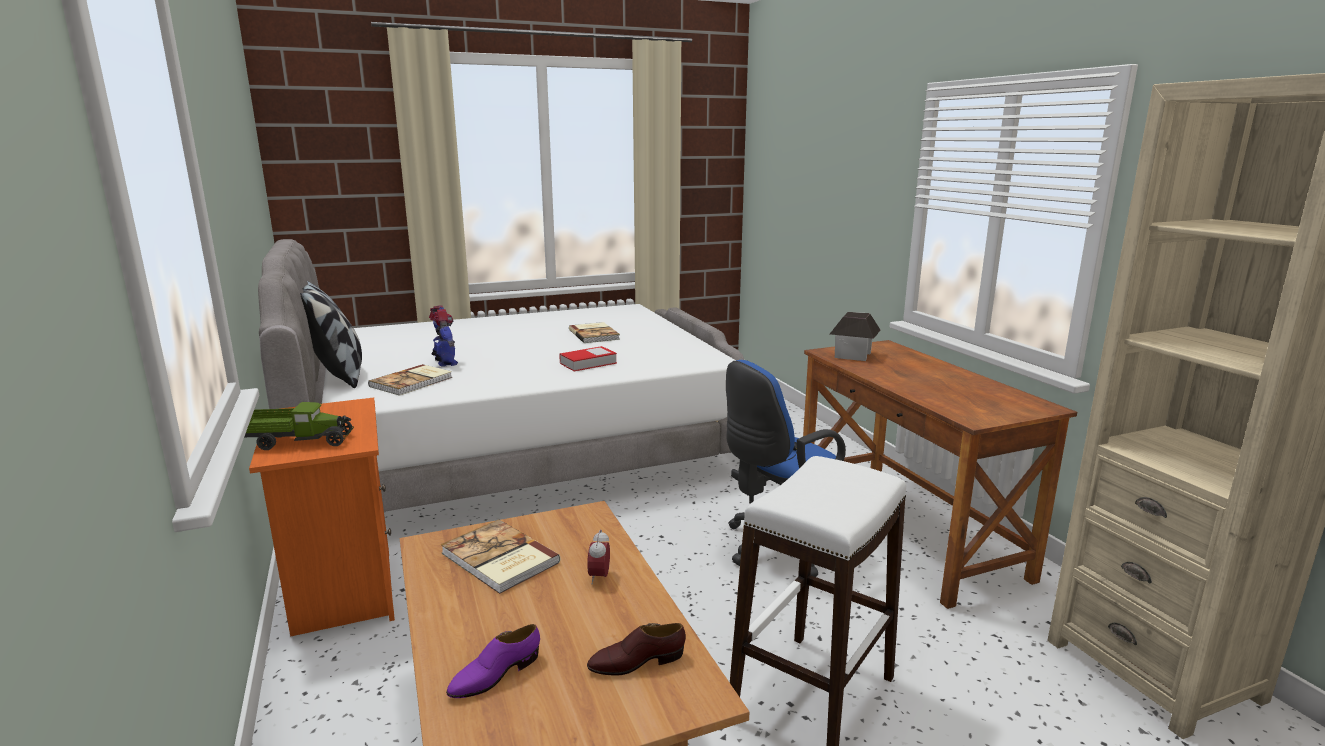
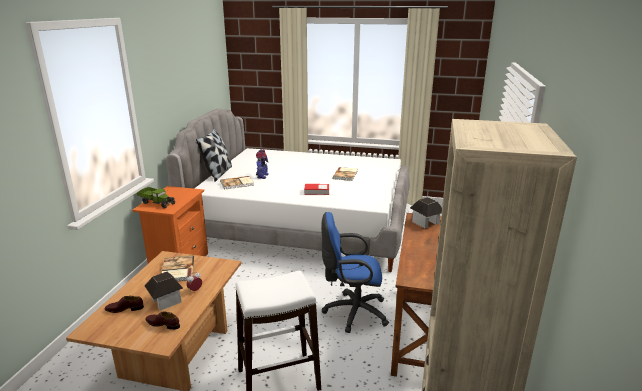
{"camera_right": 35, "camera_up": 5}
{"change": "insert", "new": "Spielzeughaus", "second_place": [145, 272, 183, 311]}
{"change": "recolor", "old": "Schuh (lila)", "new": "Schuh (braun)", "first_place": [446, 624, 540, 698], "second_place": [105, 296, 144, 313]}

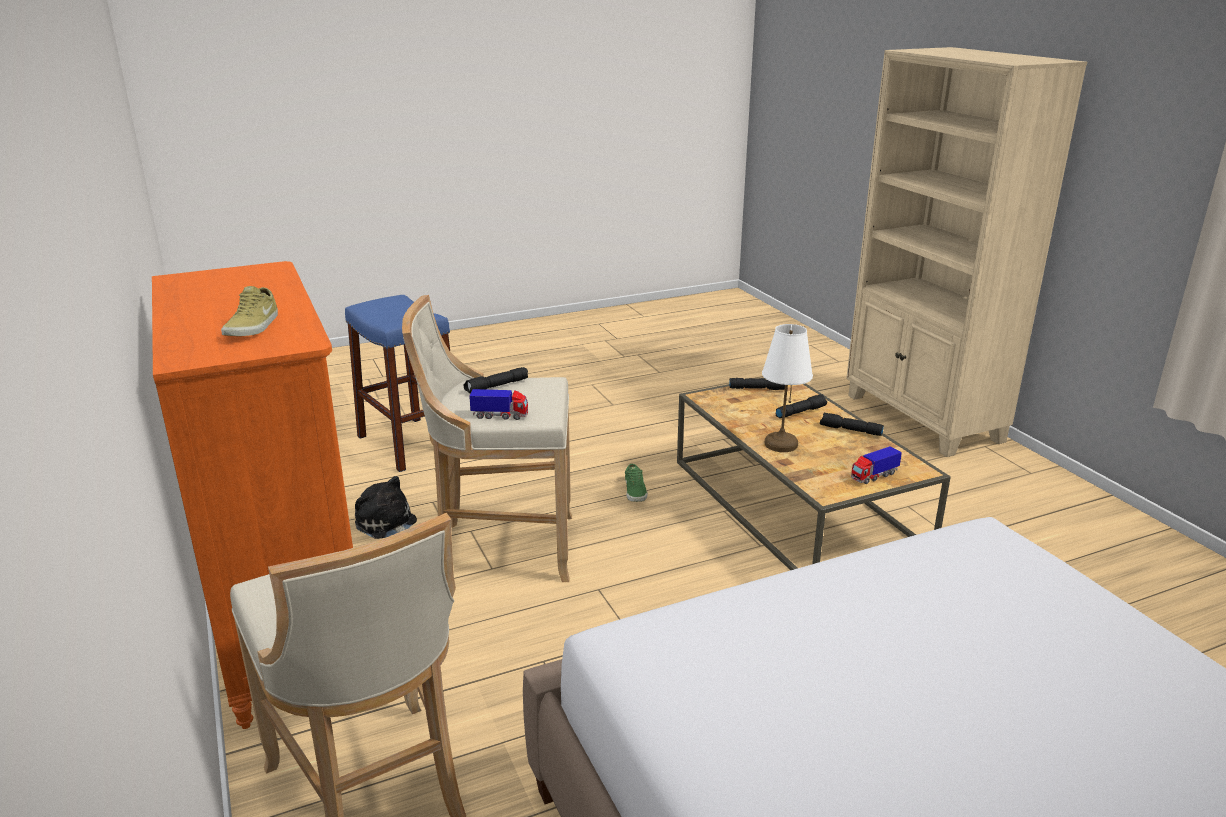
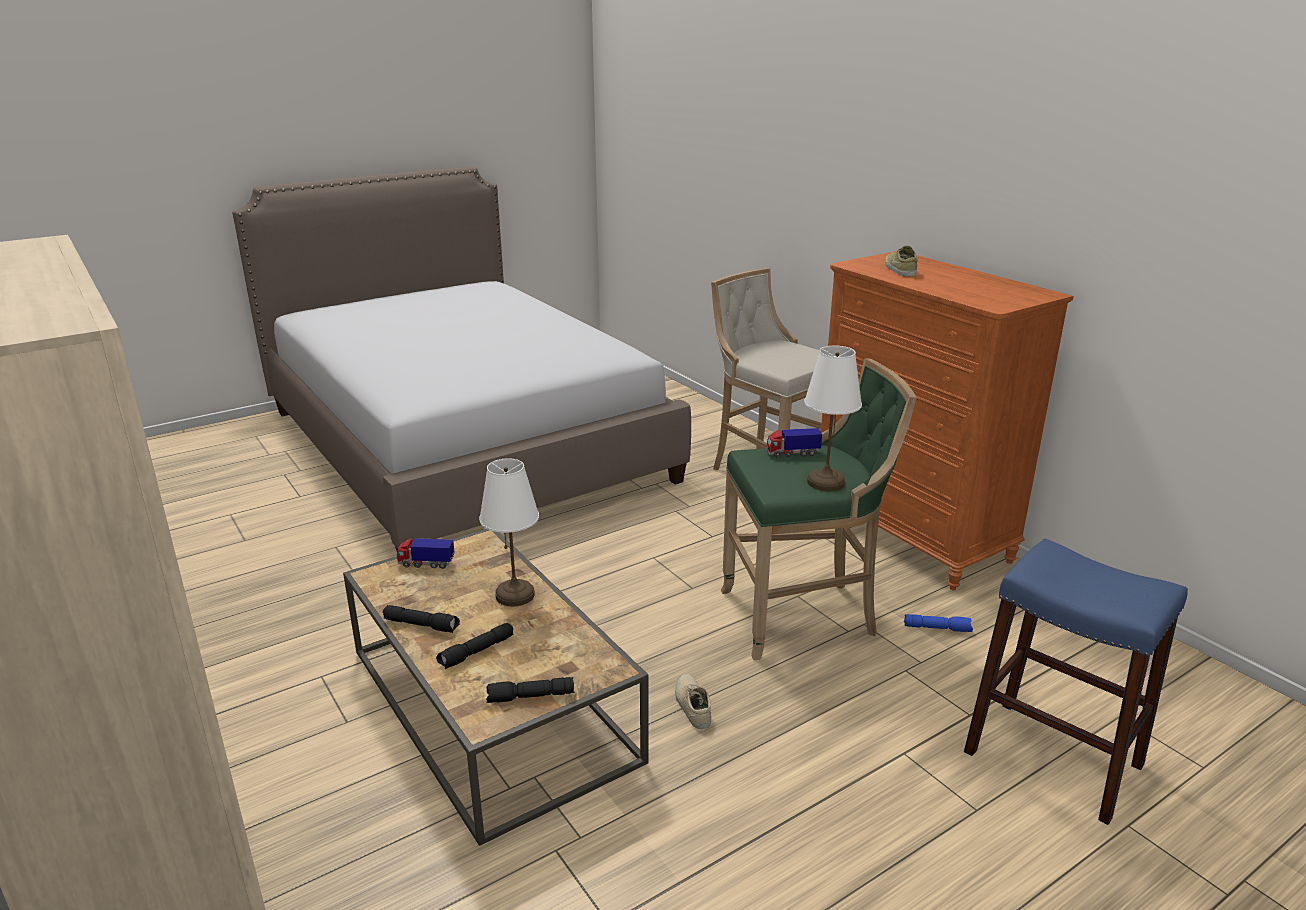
{"camera_right": 170, "camera_up": 0}
{"change": "replace", "old": "Plüschtier", "new": "Taschenlampe (blau)", "first_place": [355, 476, 417, 539], "second_place": [904, 614, 973, 632]}
{"change": "replace", "old": "Taschenlampe (schwarz)", "new": "Tischlampe (weiß)", "first_place": [464, 367, 528, 394], "second_place": [804, 346, 862, 491]}
{"change": "recolor", "old": "Hocker (beige)", "new": "Hocker (grün)", "first_place": [402, 295, 572, 582], "second_place": [721, 358, 917, 660]}
{"change": "recolor", "old": "Schuh (grün)", "new": "Schuh (beige)", "first_place": [625, 464, 648, 502], "second_place": [675, 674, 711, 729]}
{"change": "rotate", "old": "Spielzeuglaster", "first_place": [851, 446, 902, 484], "second_place": [397, 538, 455, 569], "degrees": -135}

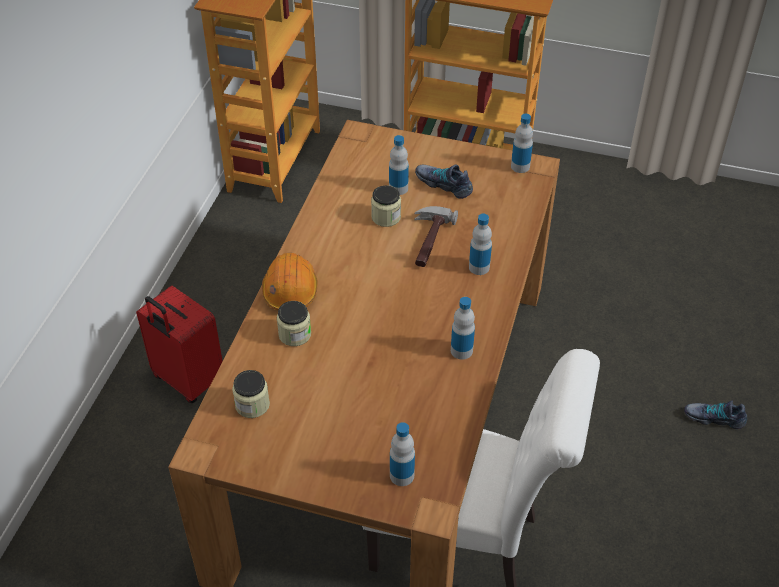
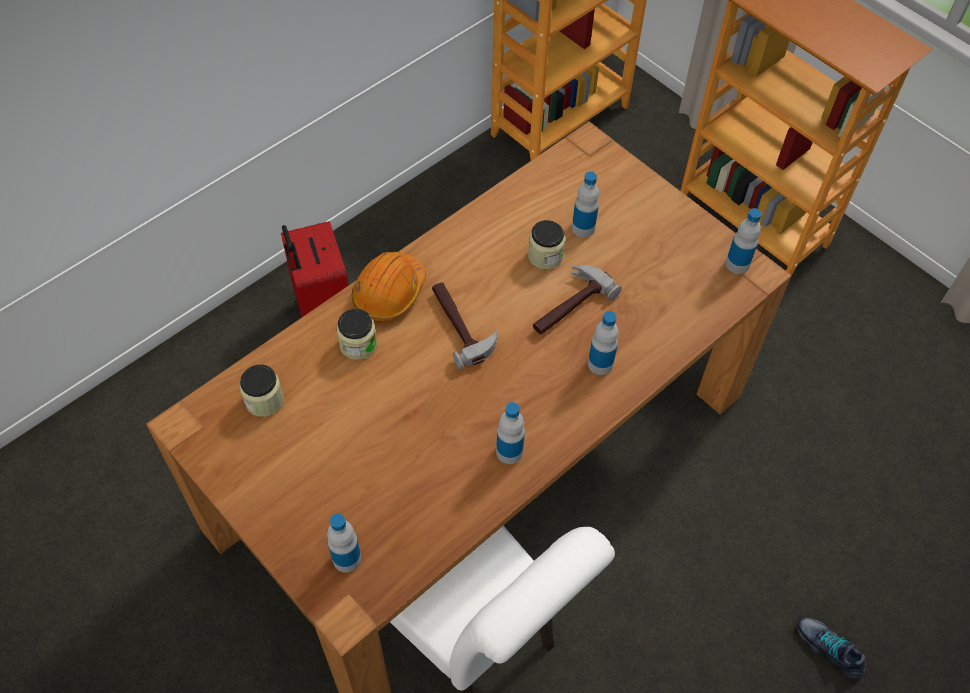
{"camera_right": 30, "camera_up": 10}
{"change": "delete", "old": "Schuh", "first_place": [415, 164, 473, 199]}
{"change": "insert", "new": "Hammer", "second_place": [432, 282, 498, 370]}

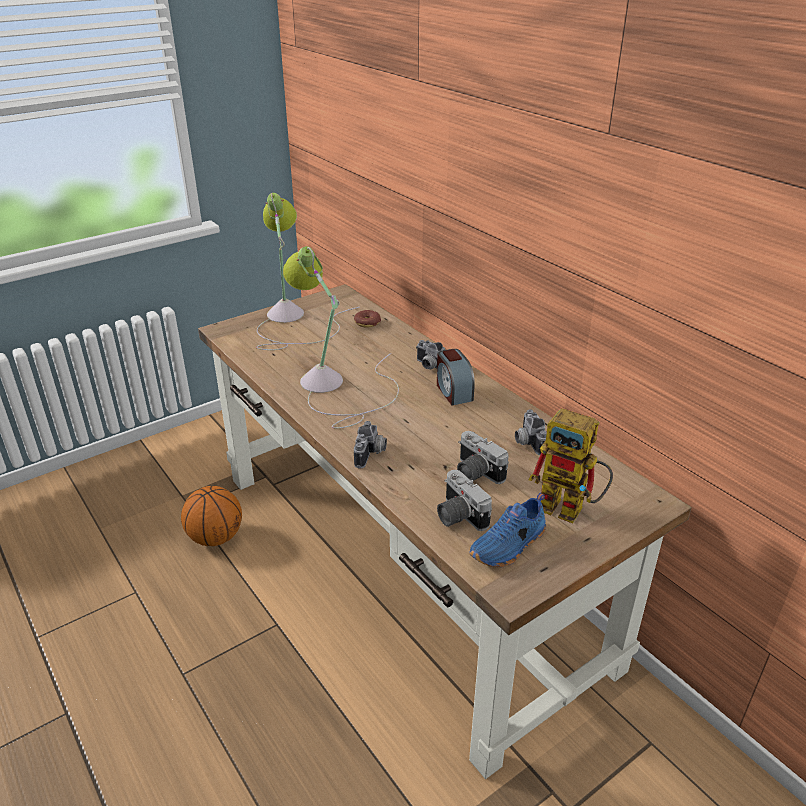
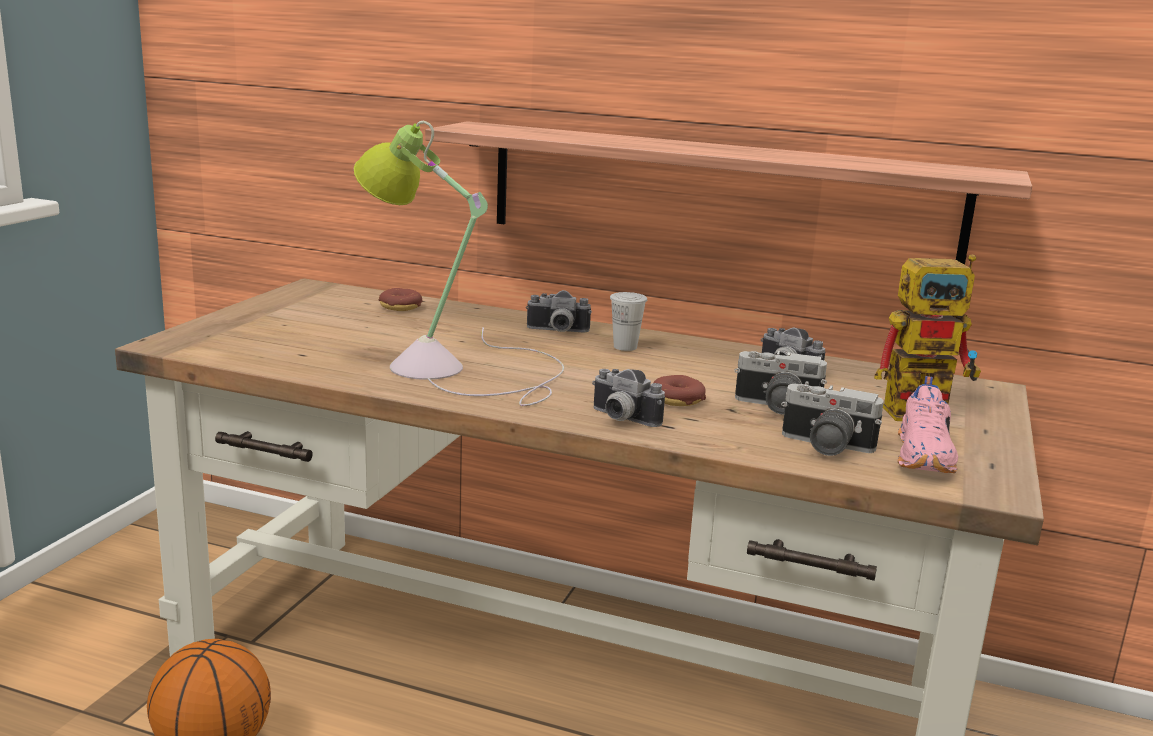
{"camera_right": -35, "camera_up": -15}
{"change": "delete", "old": "Tischlampe", "first_place": [256, 193, 360, 350]}
{"change": "insert", "new": "Wandregal", "second_place": [425, 121, 1032, 265]}
{"change": "insert", "new": "Donut", "second_place": [653, 375, 706, 406]}
{"change": "replace", "old": "Wecker", "new": "Tasse (weiß)", "first_place": [437, 349, 475, 405], "second_place": [610, 292, 647, 351]}
{"change": "recolor", "old": "Schuh (blau)", "new": "Schuh (rosa)", "first_place": [469, 493, 546, 567], "second_place": [897, 376, 958, 473]}
{"change": "rotate", "old": "Kamera", "first_place": [354, 421, 387, 468], "second_place": [592, 369, 665, 427], "degrees": 150}

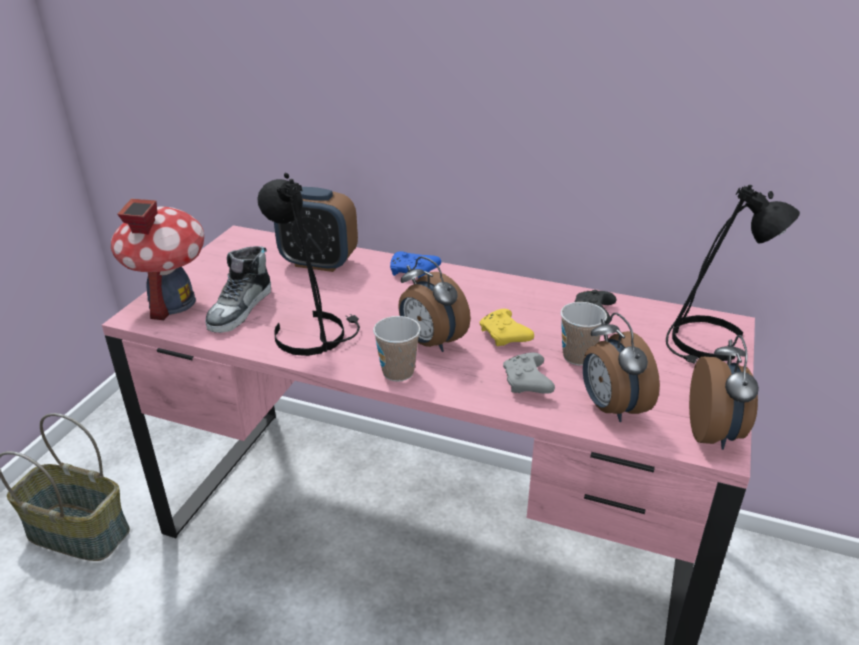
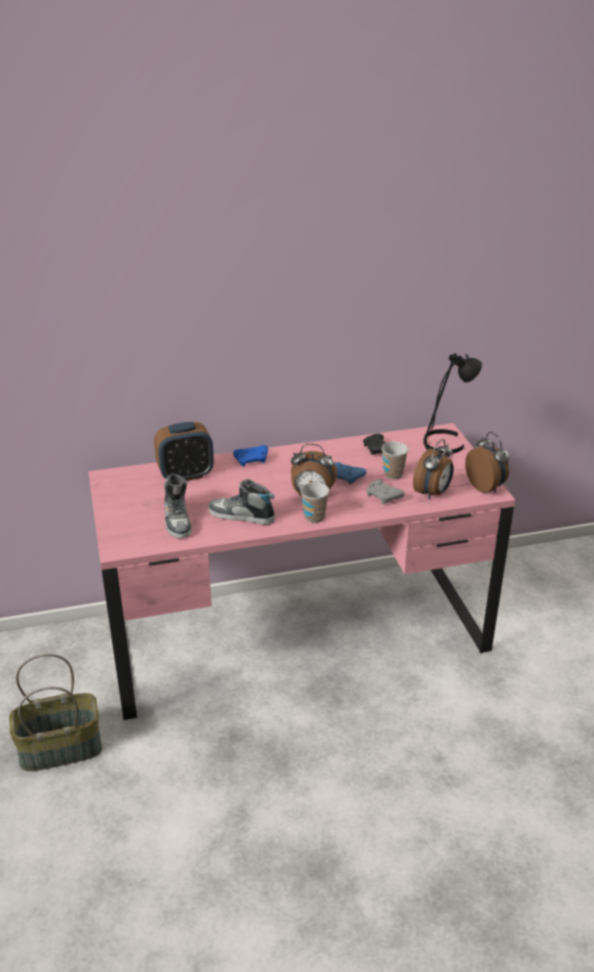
{"camera_right": -35, "camera_up": 0}
{"change": "delete", "old": "Spielzeughaus", "first_place": [111, 199, 204, 320]}
{"change": "replace", "old": "Tischlampe (schwarz)", "new": "Schuh", "first_place": [257, 173, 360, 356], "second_place": [208, 479, 275, 525]}
{"change": "recolor", "old": "Gamepad (gelb)", "new": "Gamepad (blau)", "first_place": [480, 309, 534, 346], "second_place": [335, 462, 367, 484]}
{"change": "rotate", "old": "Wecker", "first_place": [583, 313, 660, 422], "second_place": [413, 439, 454, 500], "degrees": -90}

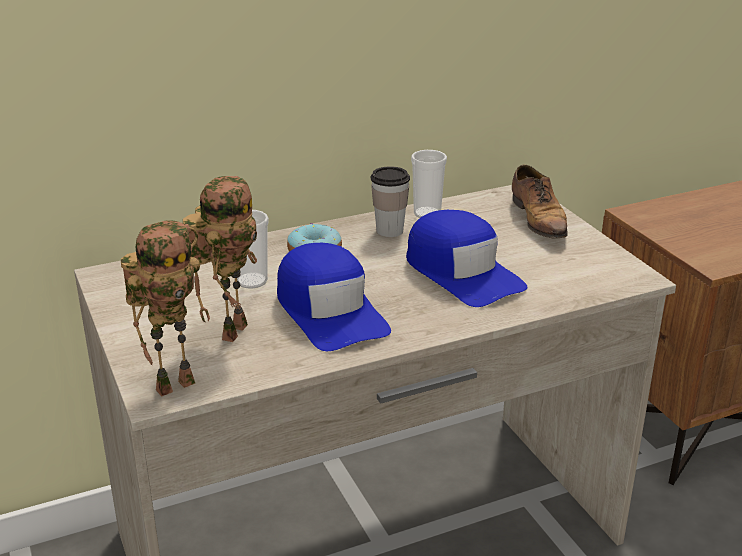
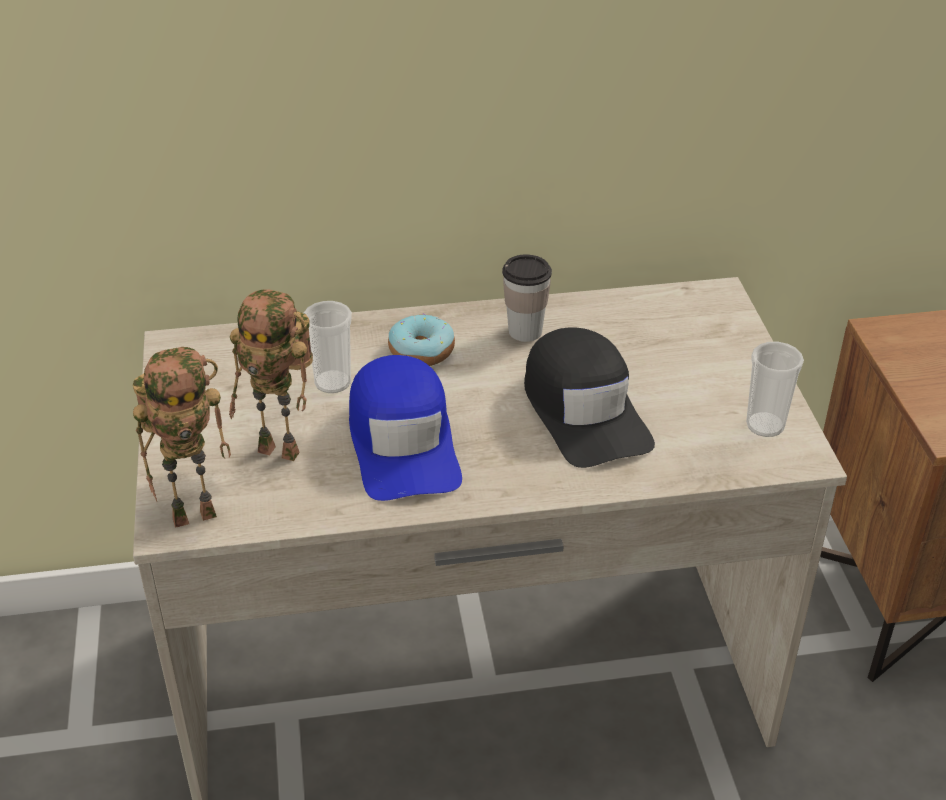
{"camera_right": 15, "camera_up": 10}
{"change": "delete", "old": "Schuh", "first_place": [512, 164, 567, 239]}
{"change": "move", "old": "Tasse", "first_place": [411, 150, 447, 218], "second_place": [746, 342, 804, 437]}
{"change": "recolor", "old": "Kappe (blau)", "new": "Kappe (schwarz)", "first_place": [406, 210, 527, 307], "second_place": [524, 328, 655, 468]}
{"change": "rotate", "old": "Spielzeugroboter", "first_place": [183, 176, 257, 342], "second_place": [229, 289, 313, 461], "degrees": 75}

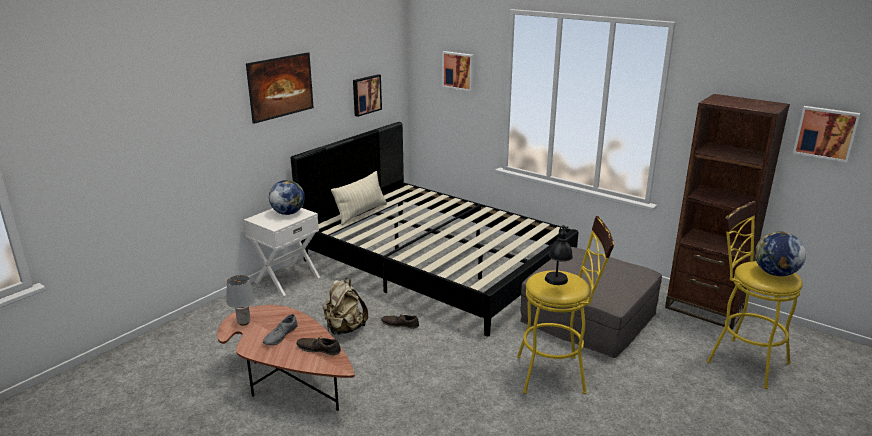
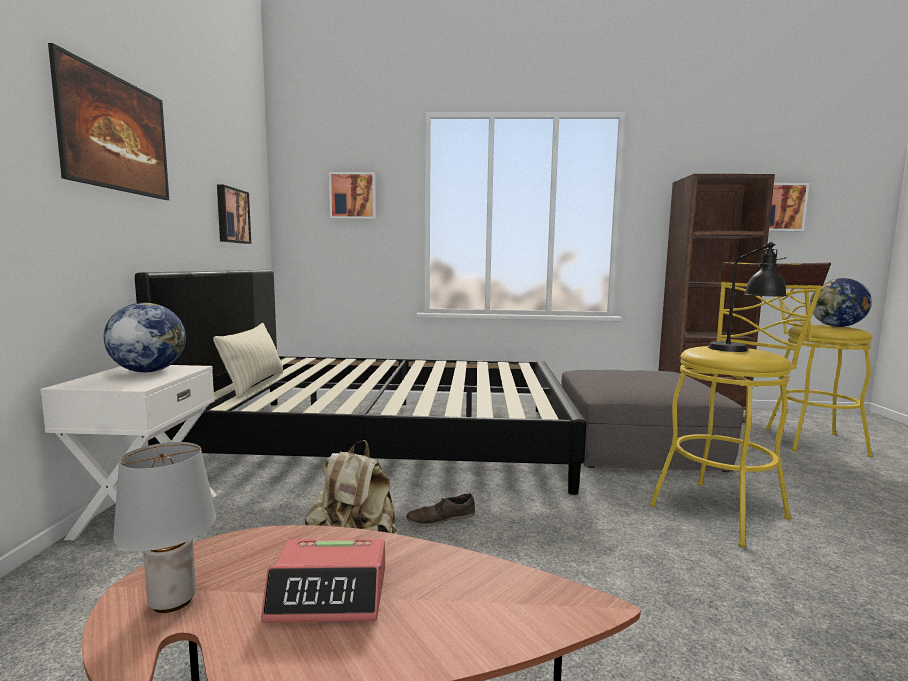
{"camera_right": -35, "camera_up": -15}
{"change": "delete", "old": "Schuh (braun)", "first_place": [297, 336, 341, 355]}
{"change": "replace", "old": "Schuh (grau)", "new": "Wecker", "first_place": [263, 314, 298, 346], "second_place": [261, 539, 385, 623]}

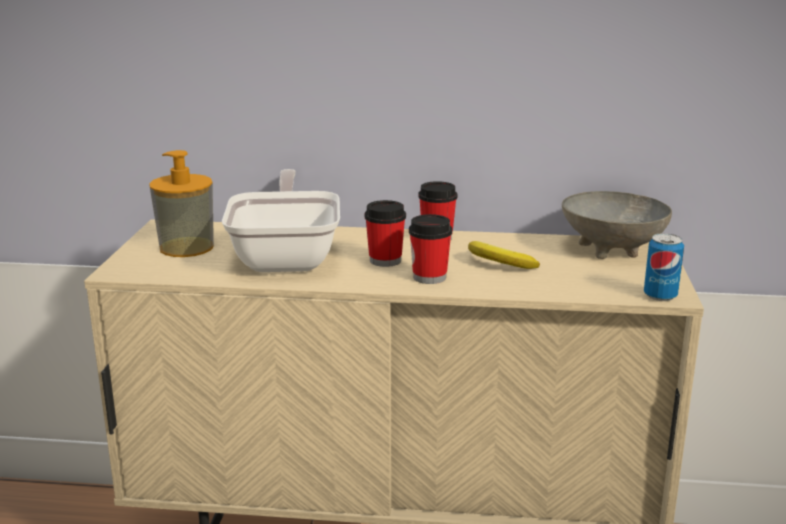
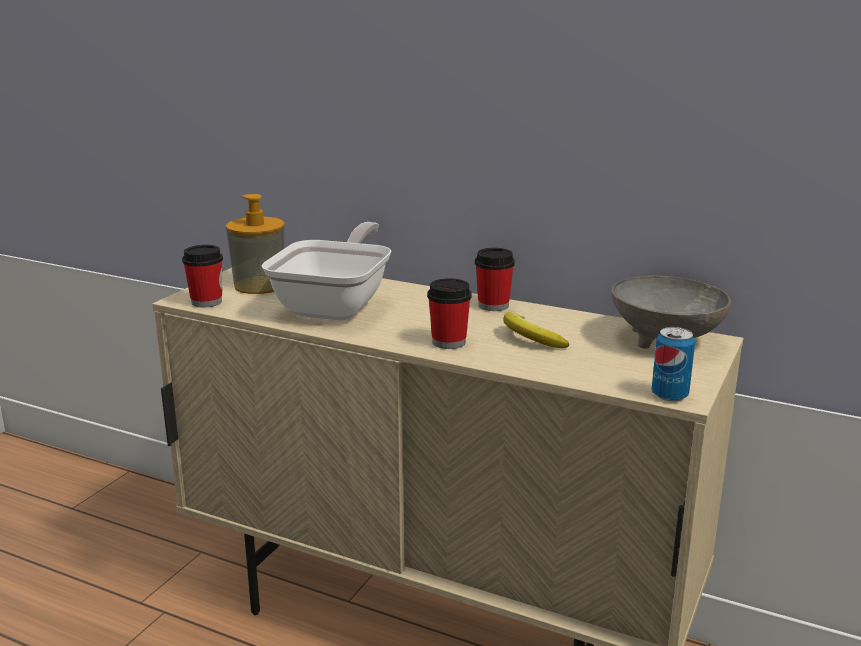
{"camera_right": 20, "camera_up": 0}
{"change": "move", "old": "Tasse", "first_place": [364, 200, 406, 267], "second_place": [182, 245, 223, 307]}

